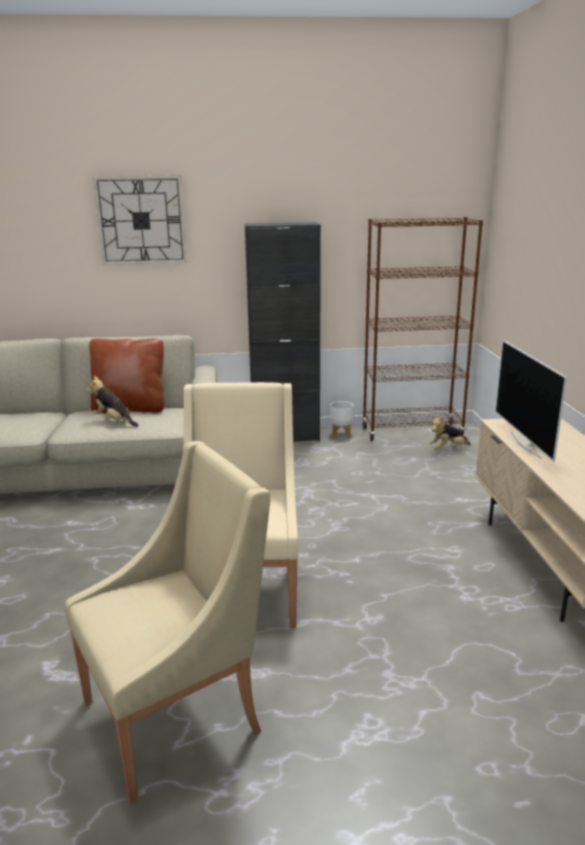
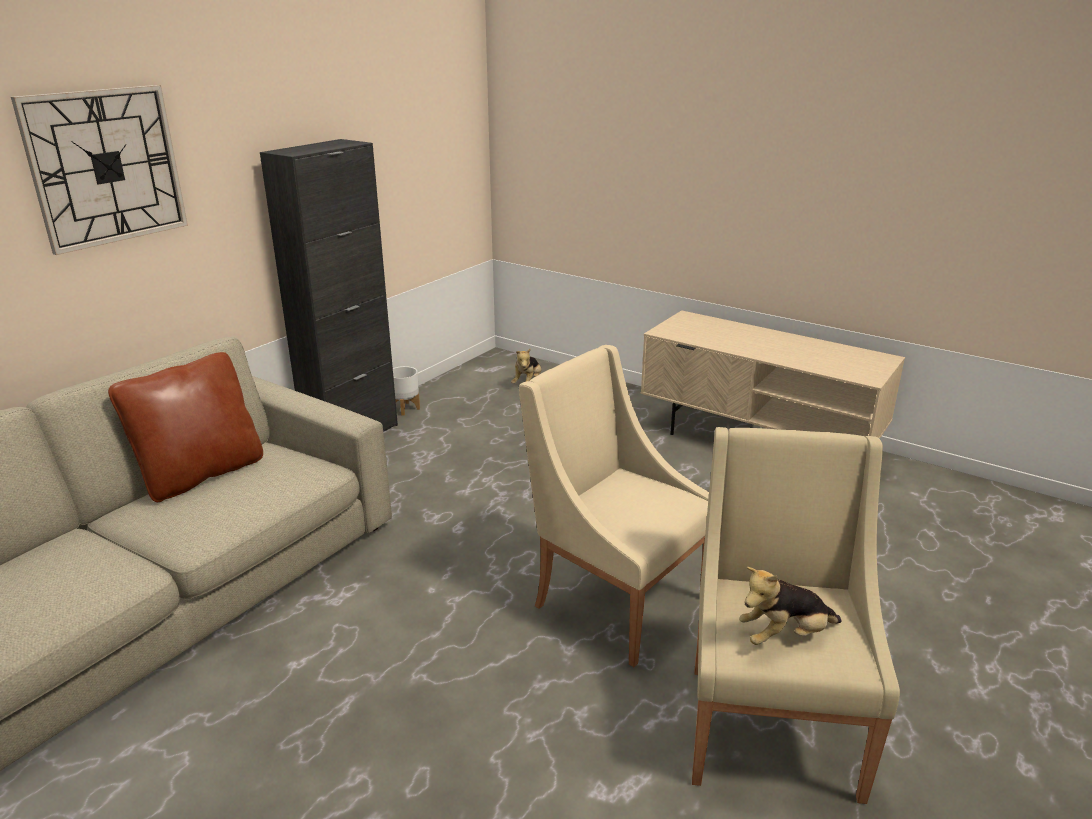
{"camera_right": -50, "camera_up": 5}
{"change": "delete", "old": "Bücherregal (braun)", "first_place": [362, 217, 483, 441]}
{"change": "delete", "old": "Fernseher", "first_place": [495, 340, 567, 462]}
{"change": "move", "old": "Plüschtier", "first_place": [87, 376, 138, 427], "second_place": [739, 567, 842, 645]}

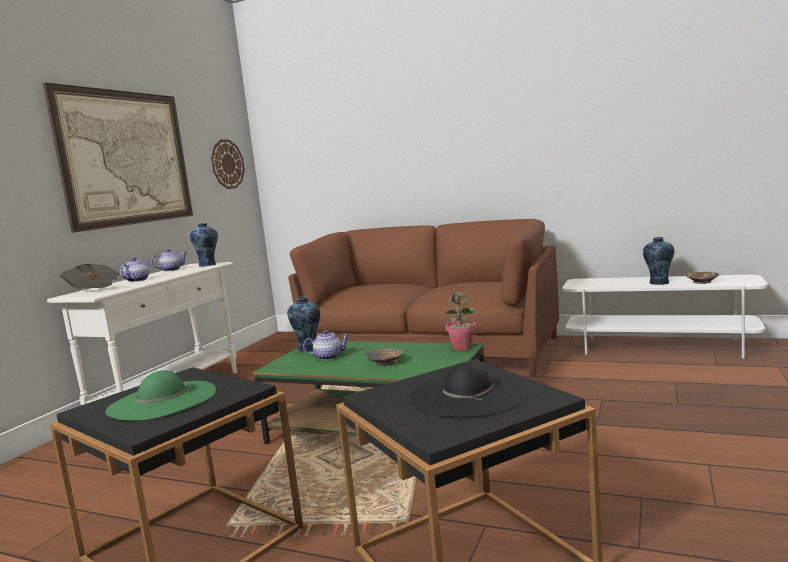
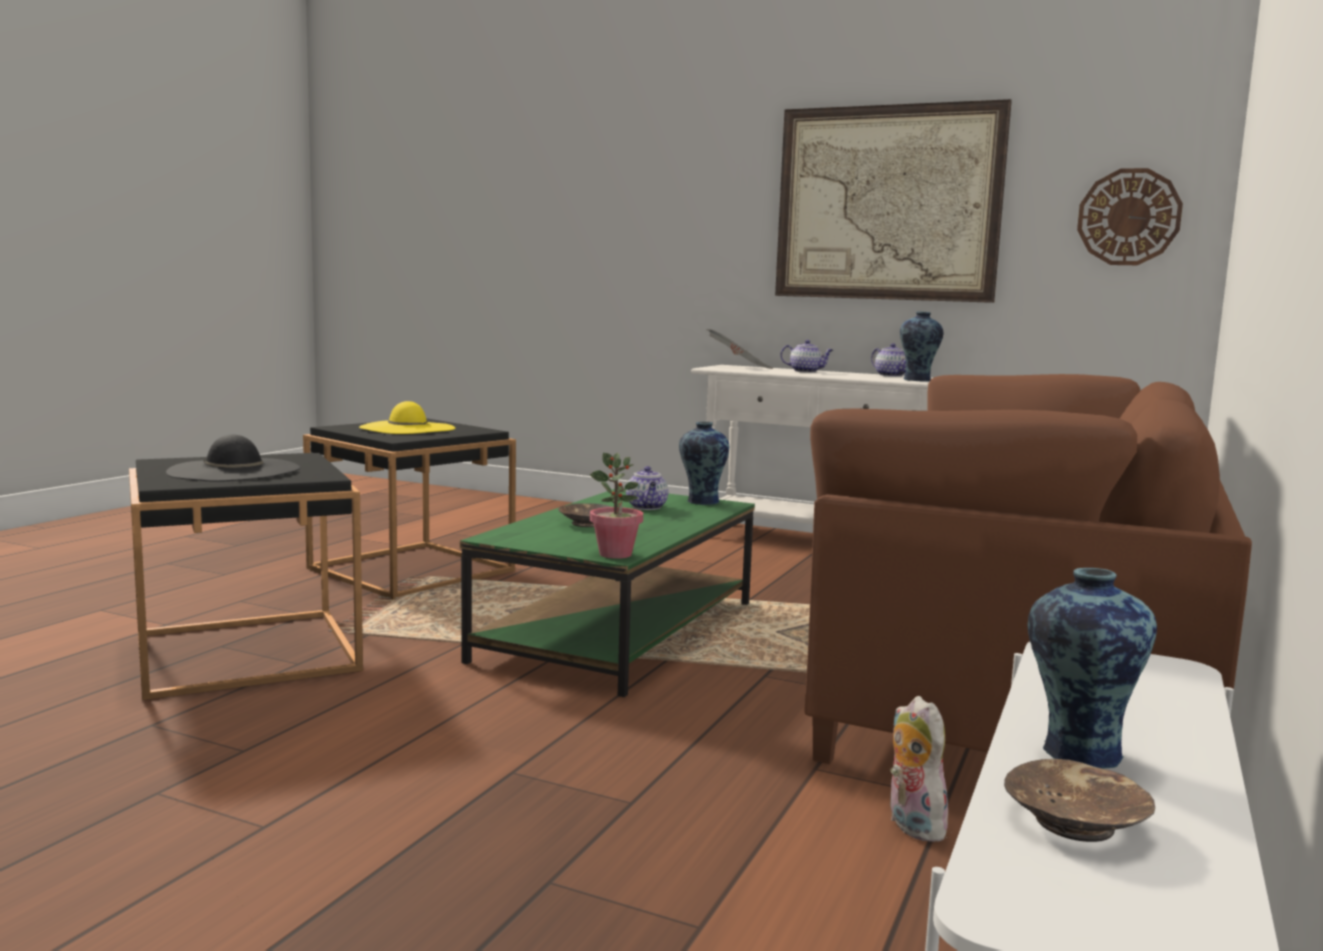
{"camera_right": 90, "camera_up": 0}
{"change": "insert", "new": "Plüschtier", "second_place": [890, 696, 953, 842]}
{"change": "recolor", "old": "Hut (grün)", "new": "Hut (gelb)", "first_place": [105, 370, 216, 421], "second_place": [359, 401, 455, 434]}

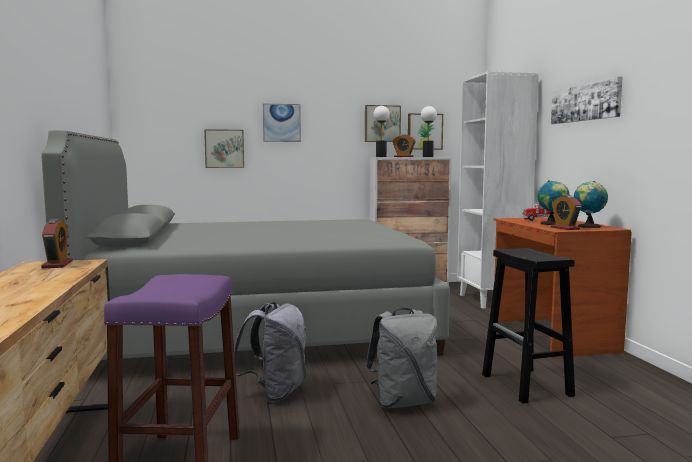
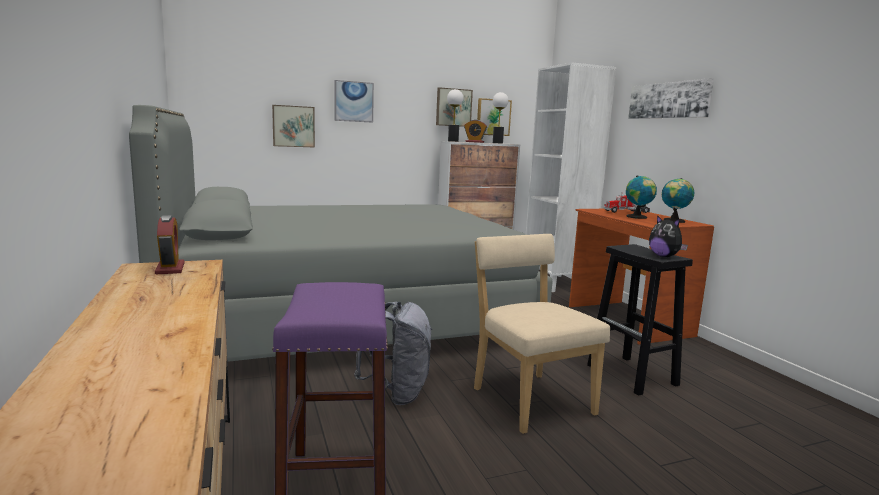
{"camera_right": -10, "camera_up": 5}
{"change": "delete", "old": "Wecker", "first_place": [551, 195, 582, 230]}
{"change": "insert", "new": "Plüschtier", "second_place": [649, 215, 688, 257]}
{"change": "replace", "old": "Rucksack (grau)", "new": "Stuhl (beige)", "first_place": [365, 308, 438, 408], "second_place": [474, 234, 610, 434]}

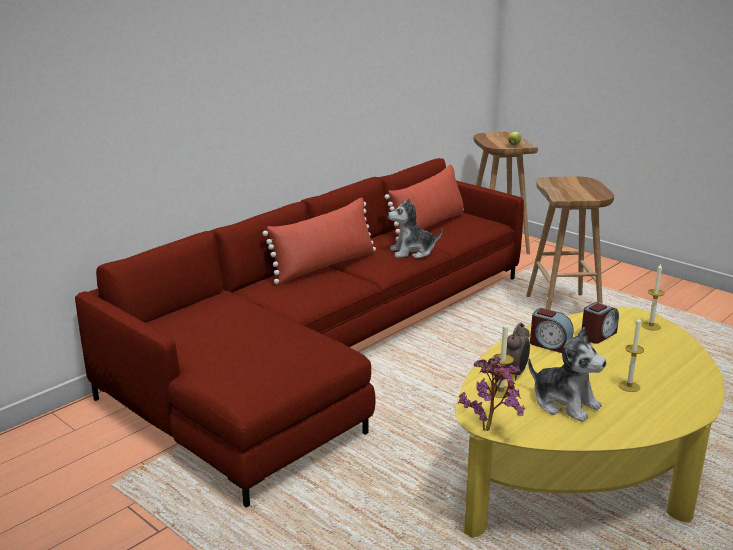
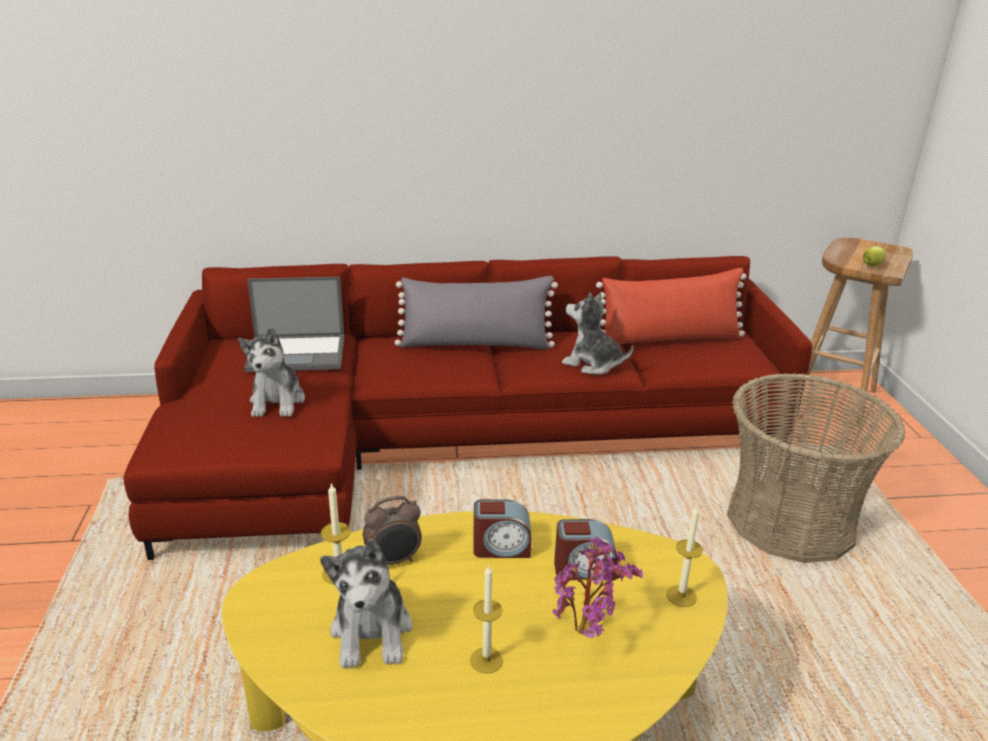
{"camera_right": 40, "camera_up": 5}
{"change": "insert", "new": "Plüschtier", "second_place": [238, 327, 305, 417]}
{"change": "insert", "new": "Laptop", "second_place": [244, 277, 344, 372]}
{"change": "move", "old": "Topfpflanze", "first_place": [458, 356, 526, 431], "second_place": [553, 537, 643, 638]}
{"change": "replace", "old": "Hocker (braun)", "new": "Korb", "first_place": [526, 176, 614, 310], "second_place": [727, 373, 905, 563]}
{"change": "recolor", "old": "Kissen (rot)", "new": "Kissen (grau)", "first_place": [262, 198, 376, 284], "second_place": [394, 276, 558, 350]}
{"change": "rotate", "old": "Wecker", "first_place": [530, 308, 573, 353], "second_place": [473, 499, 532, 558], "degrees": -75}

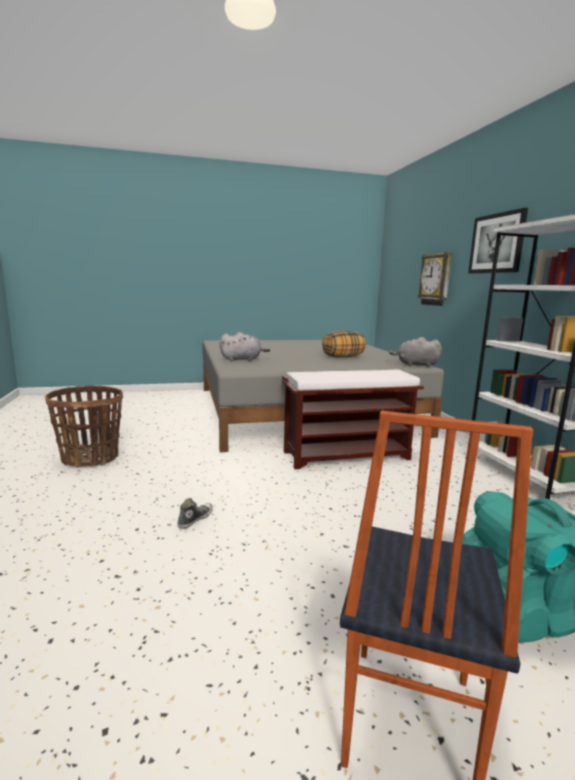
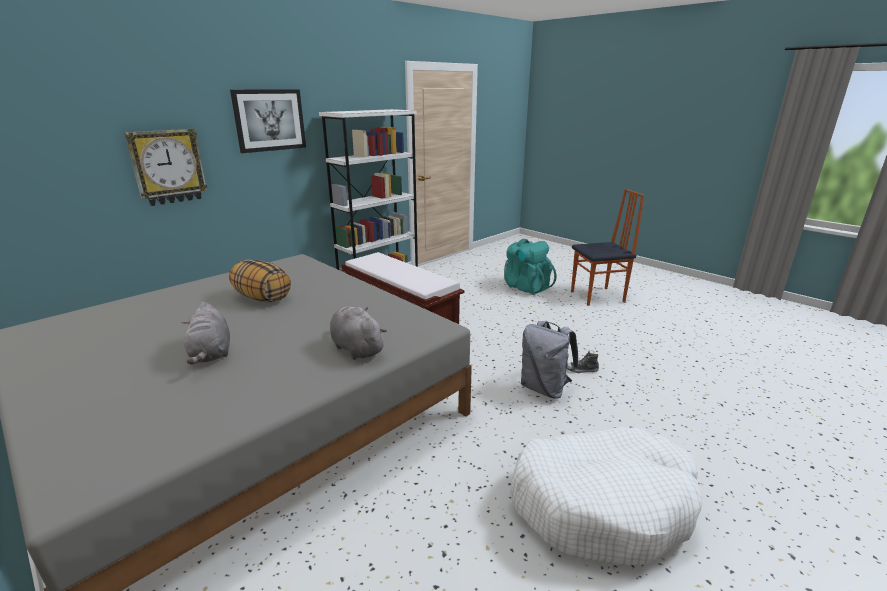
{"camera_right": -120, "camera_up": 10}
{"change": "insert", "new": "Rucksack (grau)", "second_place": [521, 321, 579, 399]}
{"change": "move", "old": "Plüschtier (grau)", "first_place": [389, 337, 442, 367], "second_place": [182, 302, 230, 364]}
{"change": "replace", "old": "Korb", "new": "Hundebett (weiß)", "first_place": [45, 386, 123, 467], "second_place": [510, 427, 702, 566]}

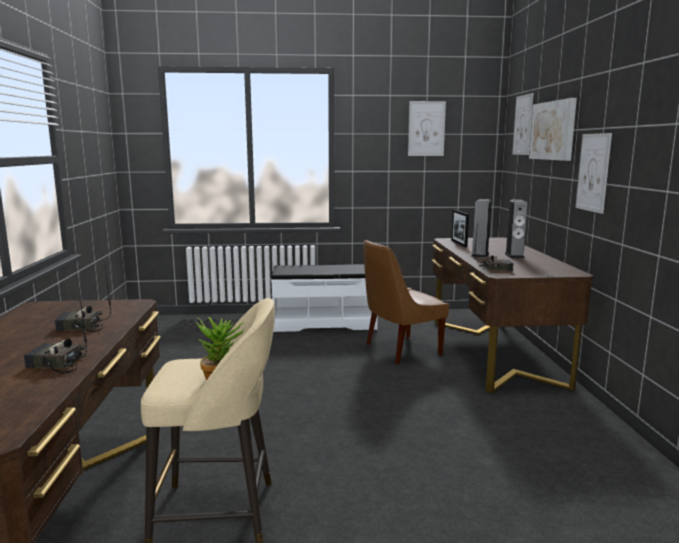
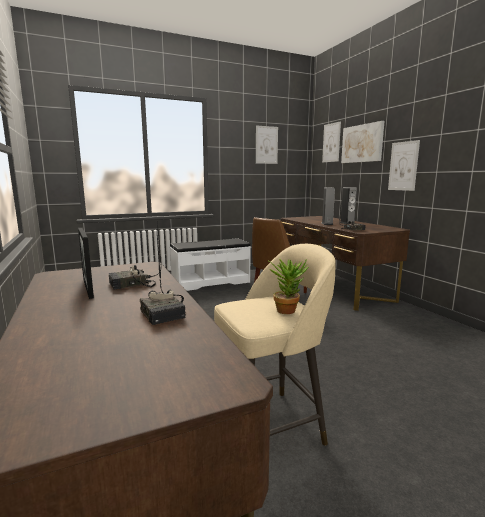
{"camera_right": -20, "camera_up": 0}
{"change": "move", "old": "Bilderrahmen", "first_place": [451, 210, 469, 247], "second_place": [78, 228, 94, 299]}
{"change": "rotate", "old": "Radio", "first_place": [24, 288, 87, 374], "second_place": [140, 229, 186, 325], "degrees": -105}

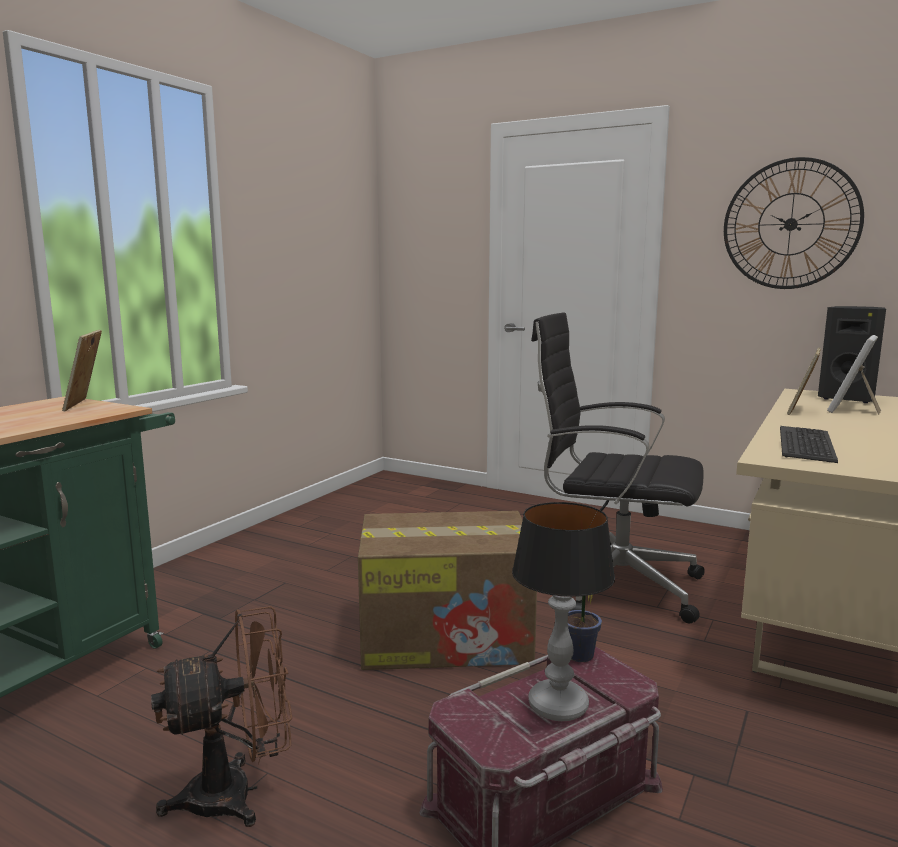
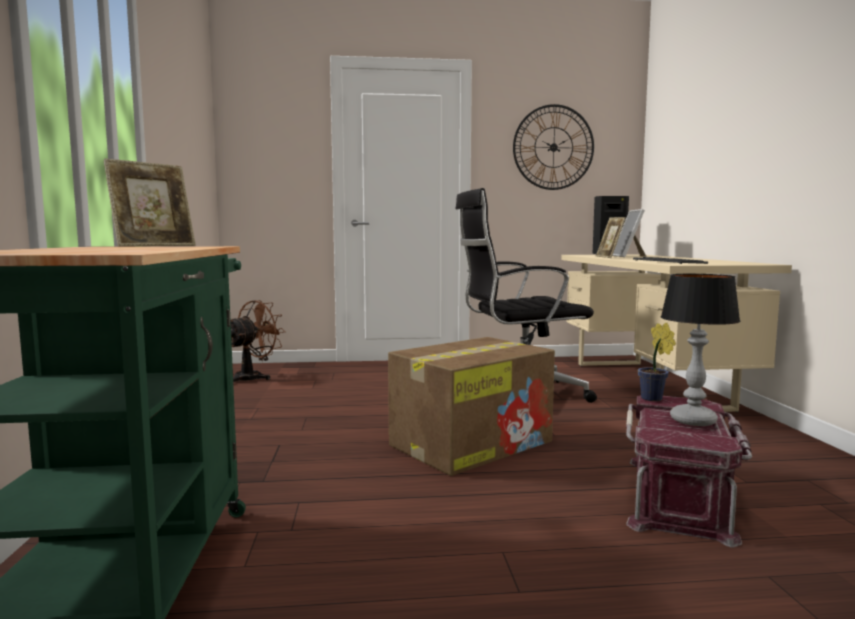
{"camera_right": -35, "camera_up": -5}
{"change": "move", "old": "Ventilator (braun)", "first_place": [151, 606, 292, 827], "second_place": [231, 300, 286, 382]}
{"change": "rotate", "old": "Bilderrahmen", "first_place": [62, 330, 102, 411], "second_place": [104, 158, 196, 247], "degrees": -90}

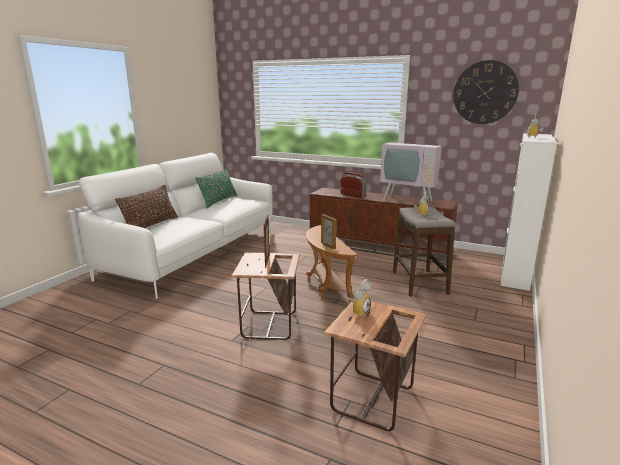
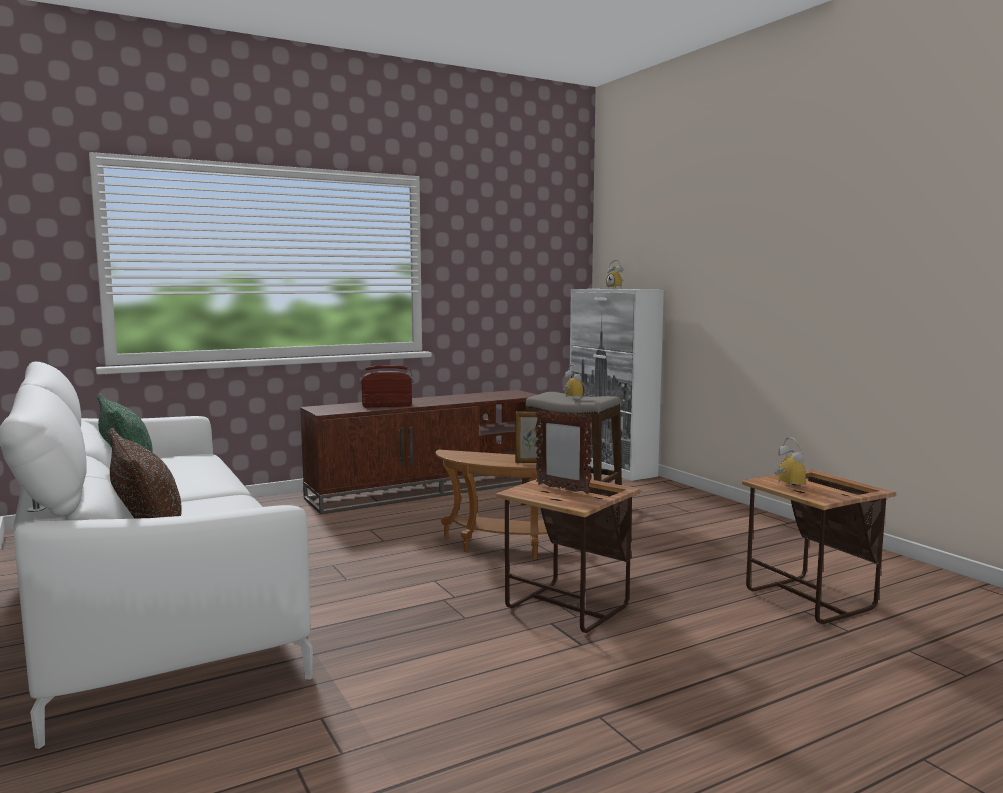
{"camera_right": -55, "camera_up": -10}
{"change": "delete", "old": "Fernseher", "first_place": [380, 126, 442, 202]}
{"change": "delete", "old": "Wanduhr", "first_place": [453, 60, 519, 124]}

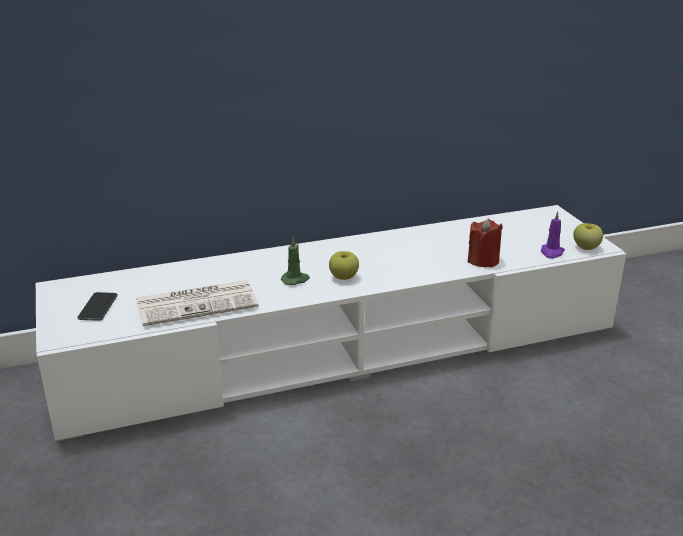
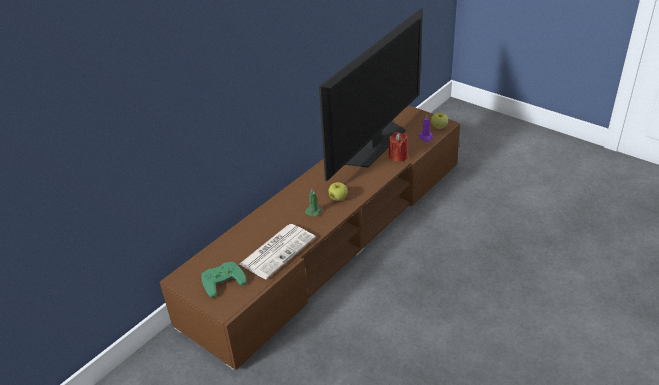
{"camera_right": -30, "camera_up": 10}
{"change": "insert", "new": "Fernseher", "second_place": [319, 8, 423, 181]}
{"change": "replace", "old": "Handy", "new": "Gamepad (grün)", "first_place": [77, 292, 118, 321], "second_place": [201, 261, 246, 298]}
{"change": "recolor", "old": "Fernsehschrank (weiß)", "new": "Fernsehschrank (braun)", "first_place": [36, 205, 626, 441], "second_place": [160, 105, 460, 370]}

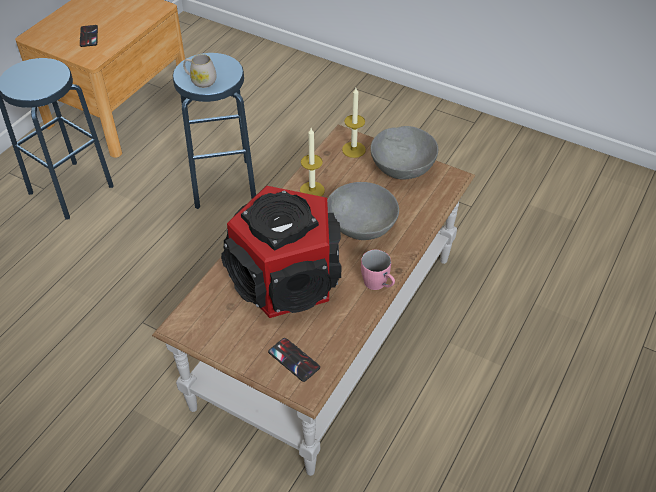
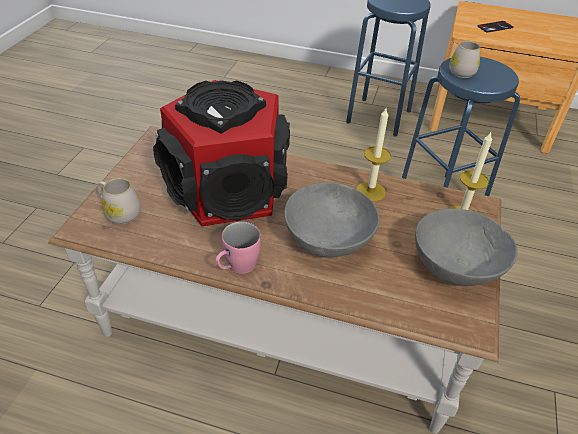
{"camera_right": 75, "camera_up": -5}
{"change": "replace", "old": "Handy", "new": "Henkelbecher (weiß)", "first_place": [268, 338, 320, 382], "second_place": [97, 178, 141, 224]}

